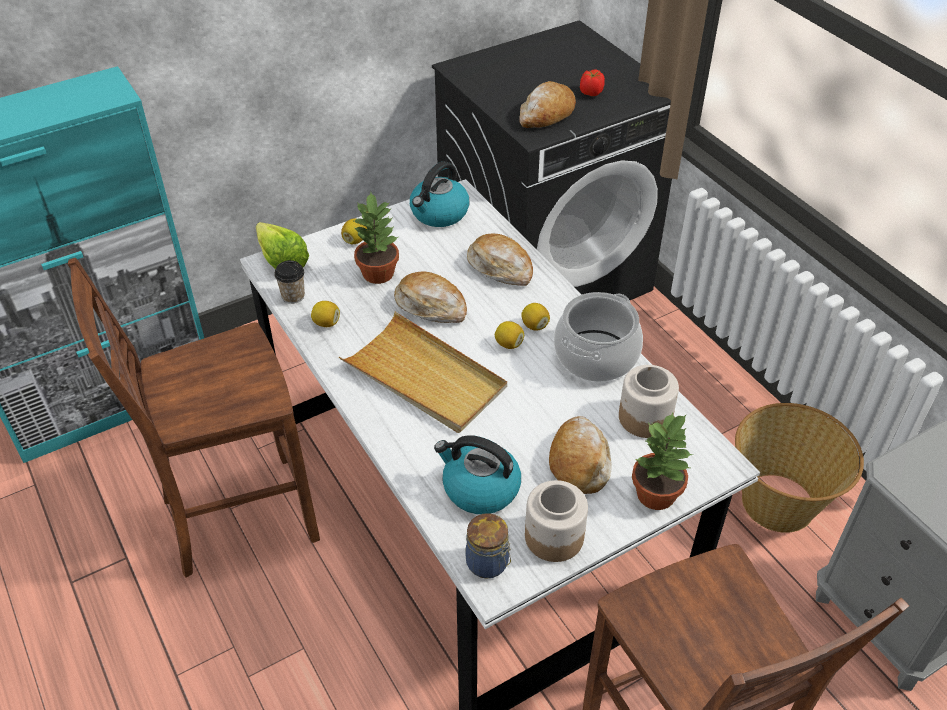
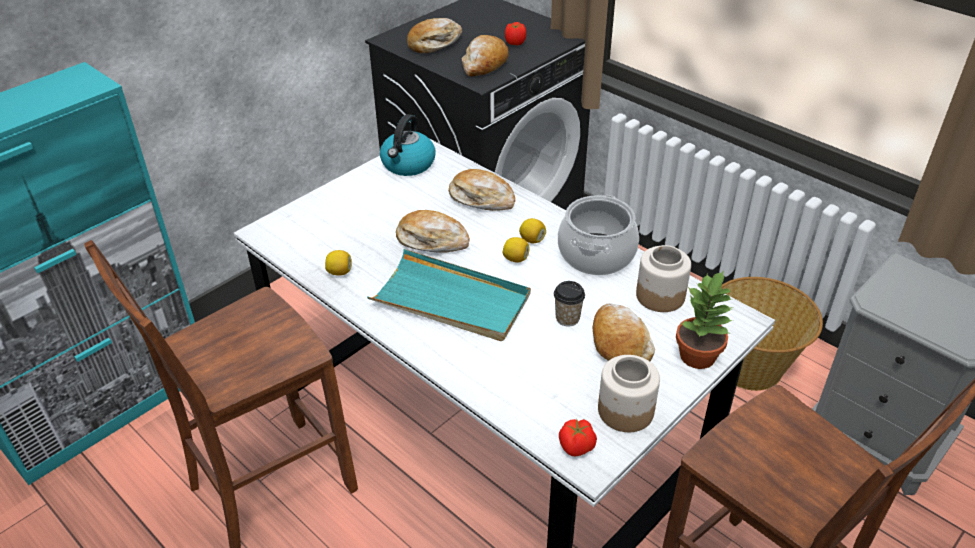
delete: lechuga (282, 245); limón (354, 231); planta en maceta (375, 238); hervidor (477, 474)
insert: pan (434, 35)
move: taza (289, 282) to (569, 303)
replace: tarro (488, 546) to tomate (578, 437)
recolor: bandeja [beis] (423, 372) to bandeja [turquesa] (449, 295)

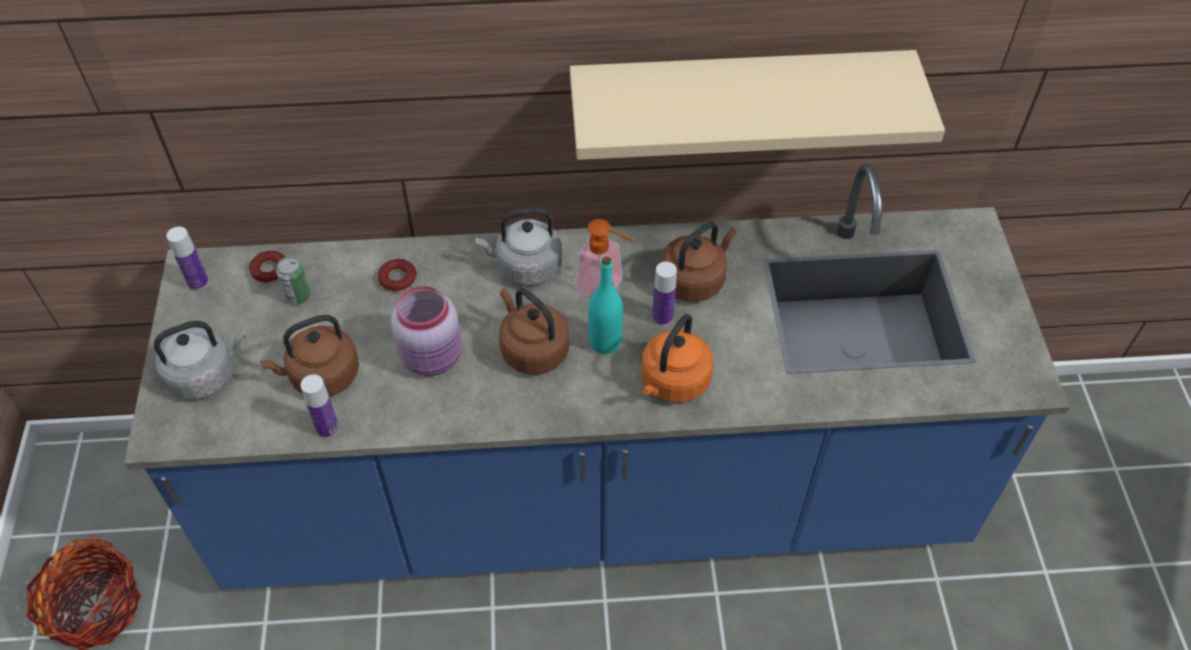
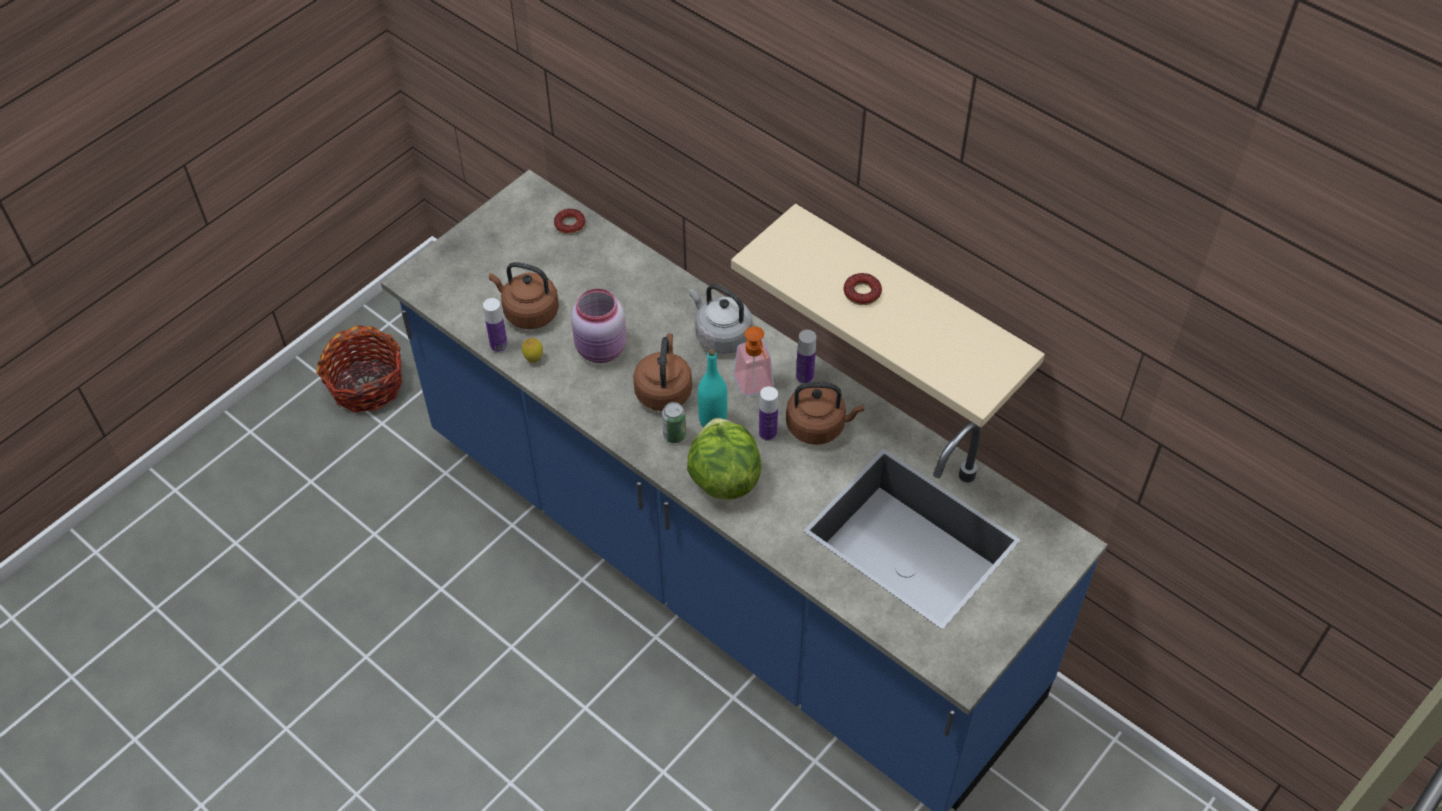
delete: hervidor [gris] (200, 360)
insert: limón (532, 350)
move: lata (293, 281) to (674, 422); botella (187, 259) to (806, 357); rosquilla (397, 275) to (863, 289)
replace: hervidor [naranja] (677, 358) to lechuga (724, 459)

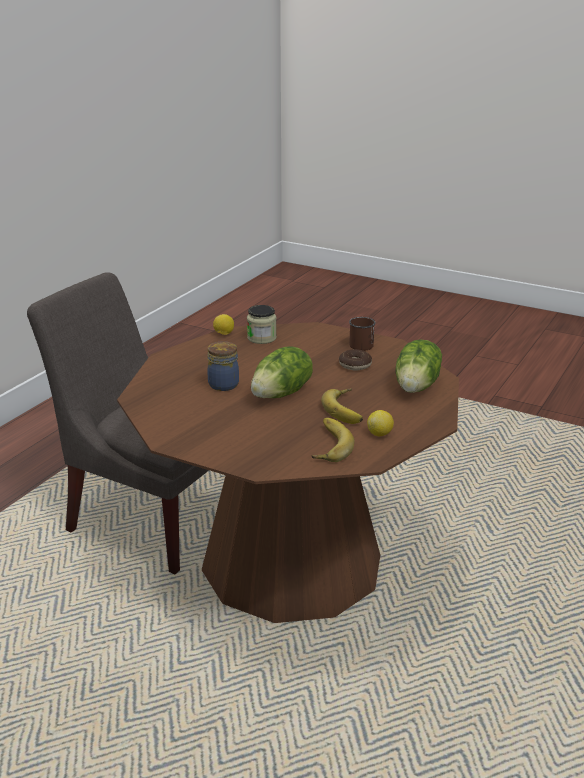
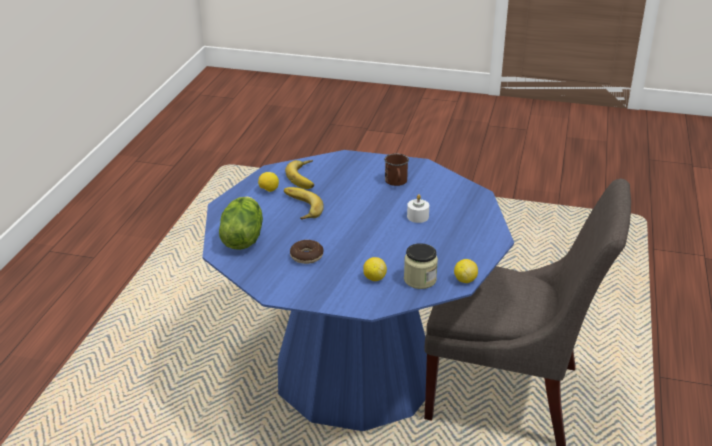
delete: lechuga (282, 372)
insert: limón (375, 269)
move: taza grande [marrón] (362, 334) to (396, 169)
replace: tarro (223, 366) to vela [blanco] (418, 208)
recolor: mesa de comedor [marrón] (288, 472) to mesa de comedor [azul] (358, 290)

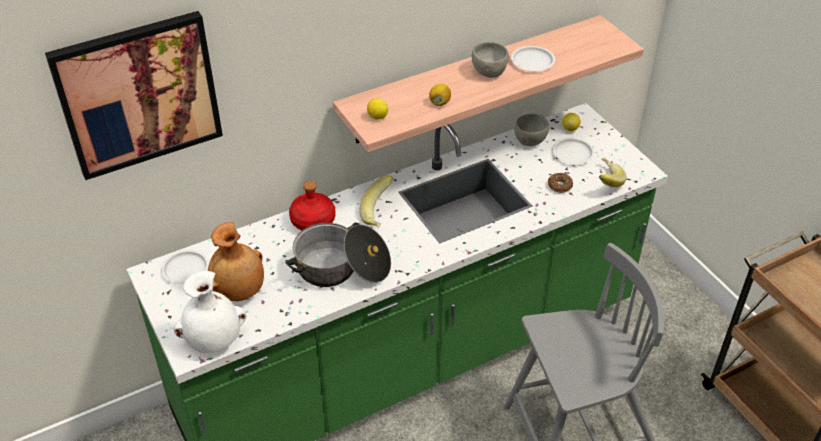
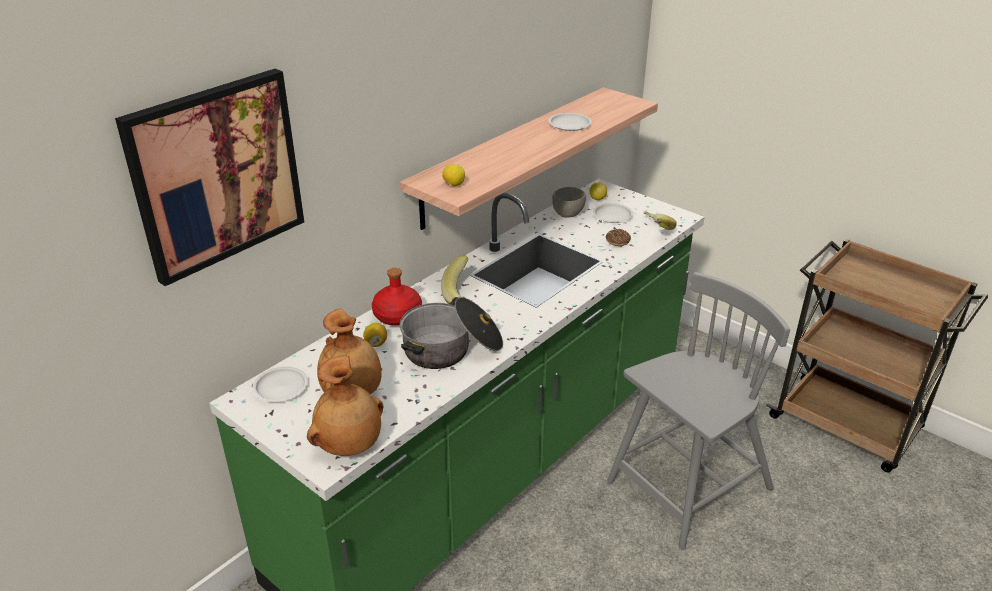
delete: cuenco [gris] (490, 60)
move: limón (440, 95) to (375, 335)
recolor: florero [blanco] (210, 312) to florero [marrón] (345, 406)

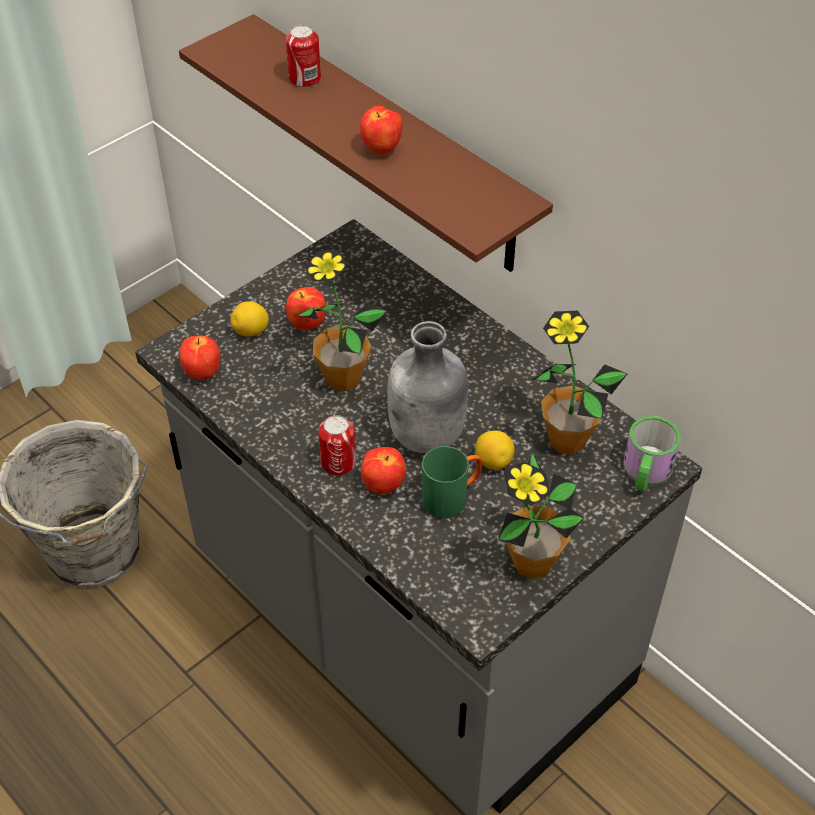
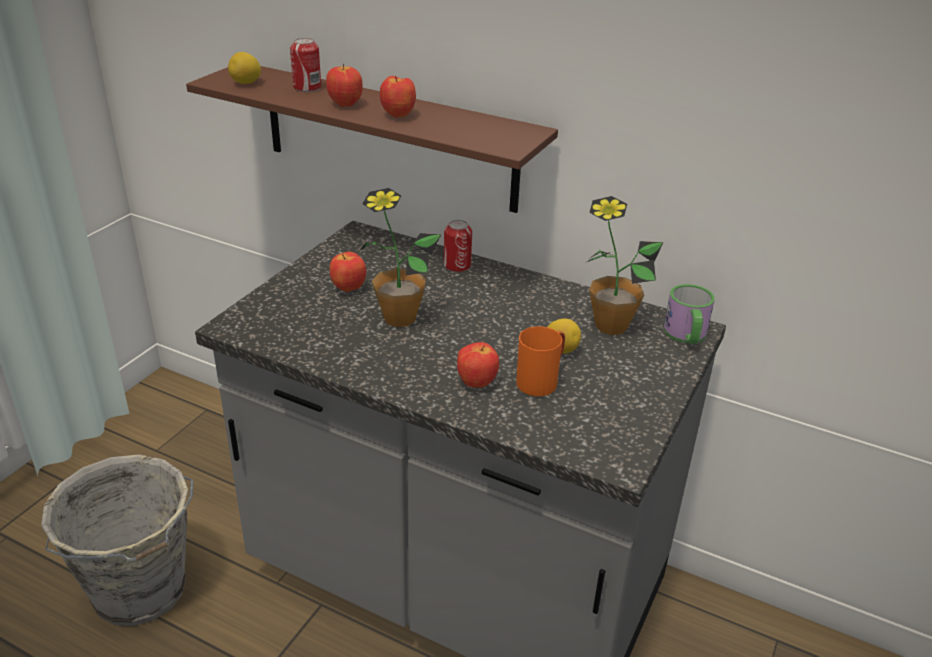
delete: botella [gris] (427, 387); planta en maceta (541, 516)
move: limón (249, 318) to (244, 68); manzana (199, 358) to (344, 85); lata (337, 445) to (458, 246)
recolor: taza grande [verde] (452, 482) to taza grande [naranja] (540, 361)

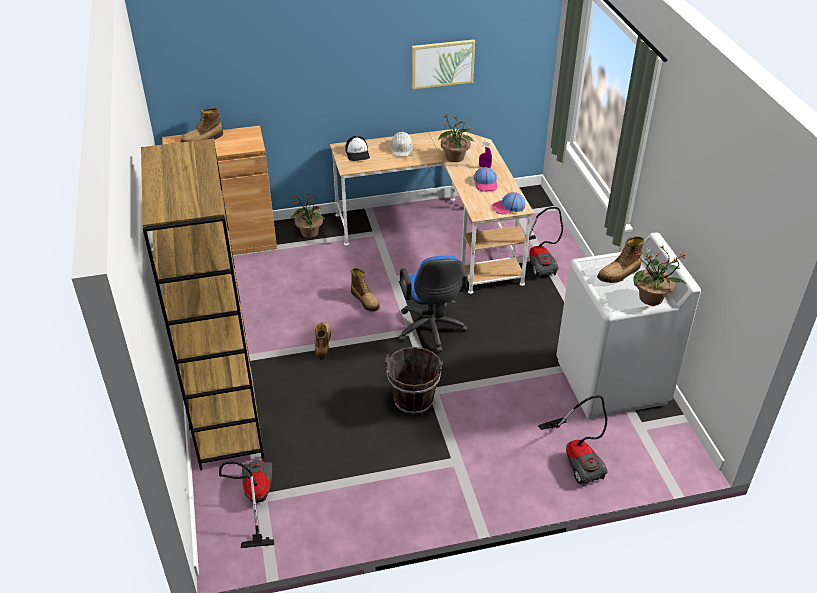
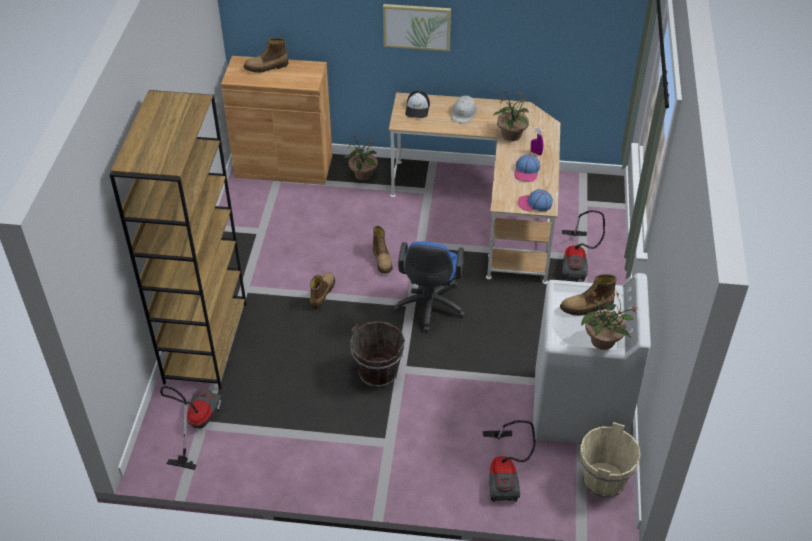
insert: cubo [beis] (610, 460)
move: cuadro (443, 65) to (417, 27)

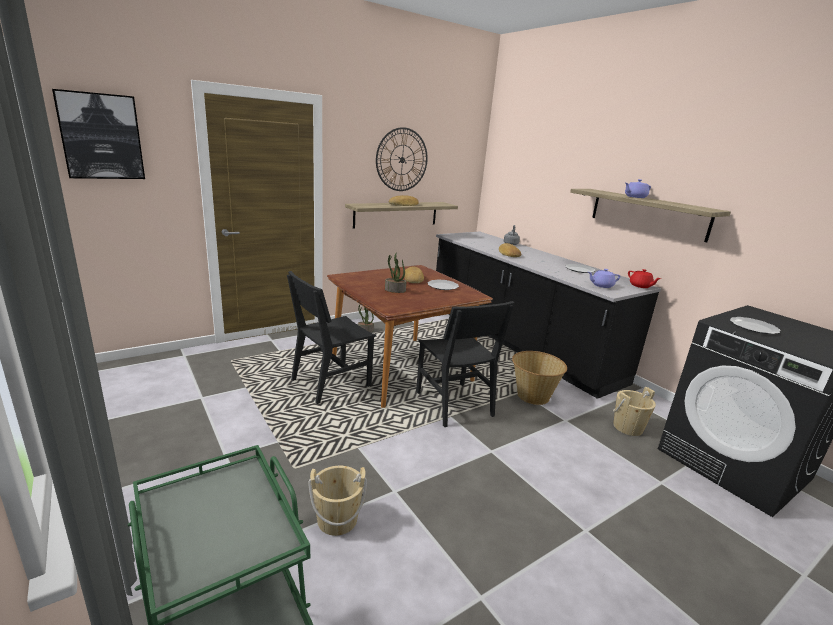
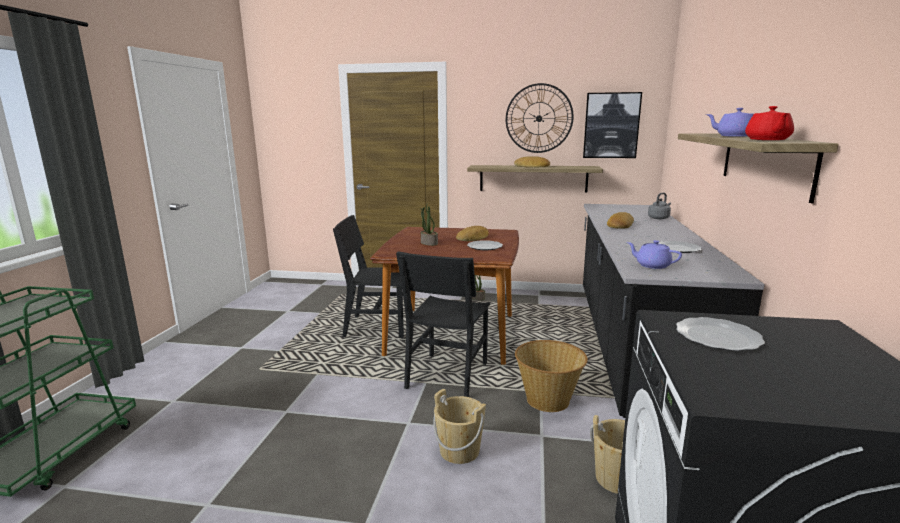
move: cubo [beis] (337, 501) to (460, 426); cuadro (98, 134) to (612, 125); tetera [rojo] (644, 278) to (769, 123)

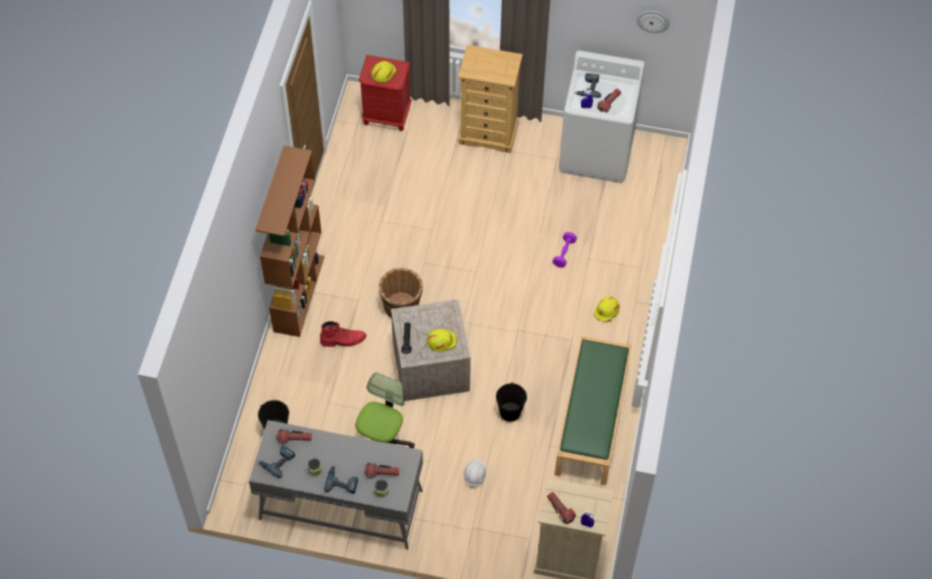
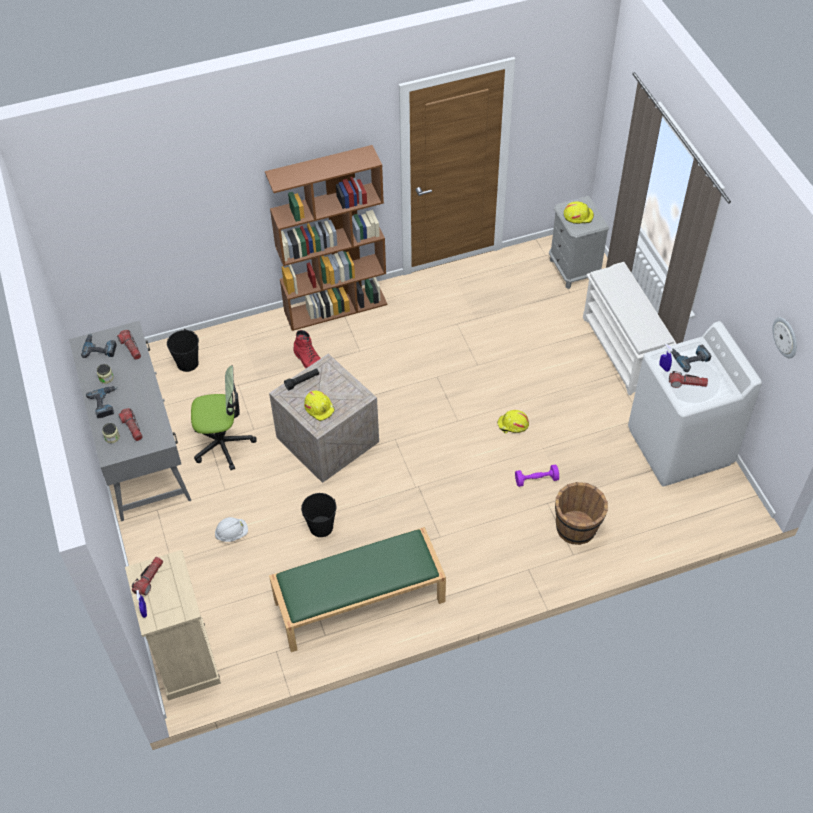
move: casco [amarillo] (607, 309) to (513, 421); cubo [marrón] (401, 292) to (581, 513)
replace: cómoda [beis] (490, 99) to zapatero [blanco] (630, 328)
recolor: mesita de noche [rojo] (385, 93) to mesita de noche [gris] (579, 242)

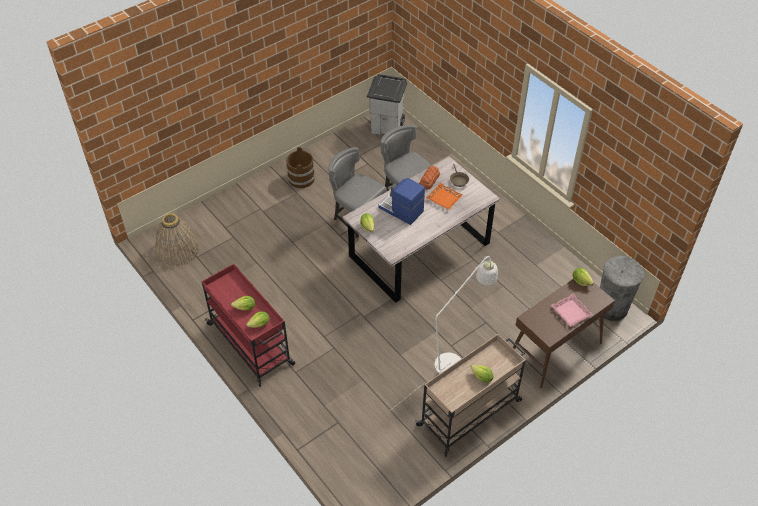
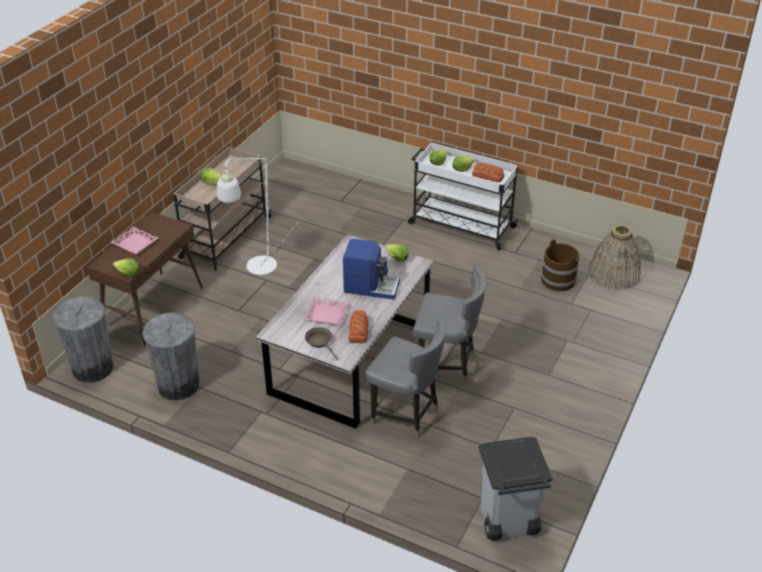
insert: papelera [gris] (171, 356); pan (488, 172)
move: cubo [marrón] (300, 167) to (560, 265)
recolor: bandeja [naranja] (444, 196) to bandeja [rosa] (326, 311); carrito [rojo] (248, 325) to carrito [blanco] (463, 196)

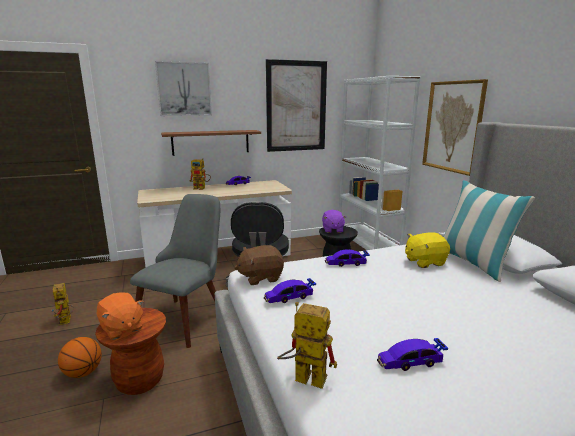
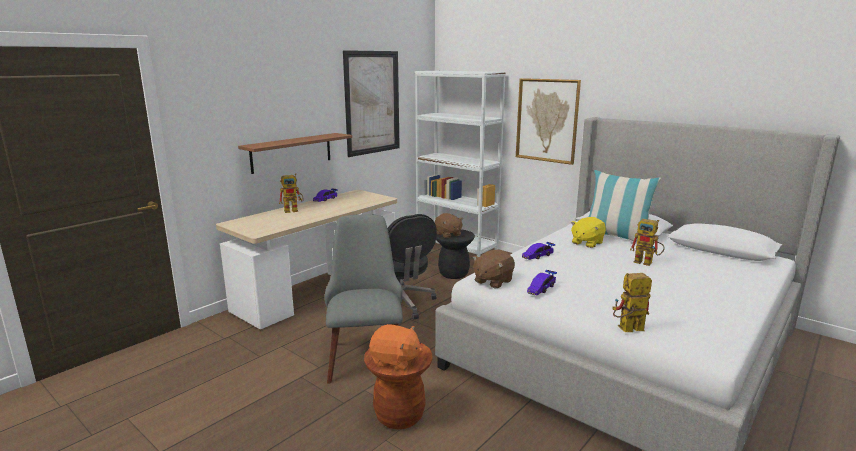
delete: balón de baloncesto (80, 357); cuadro (183, 88); coche de juguete (412, 354)
move: robot de juguete (63, 304) to (647, 242)
recolor: peluche [morado] (334, 221) to peluche [marrón] (449, 225)

